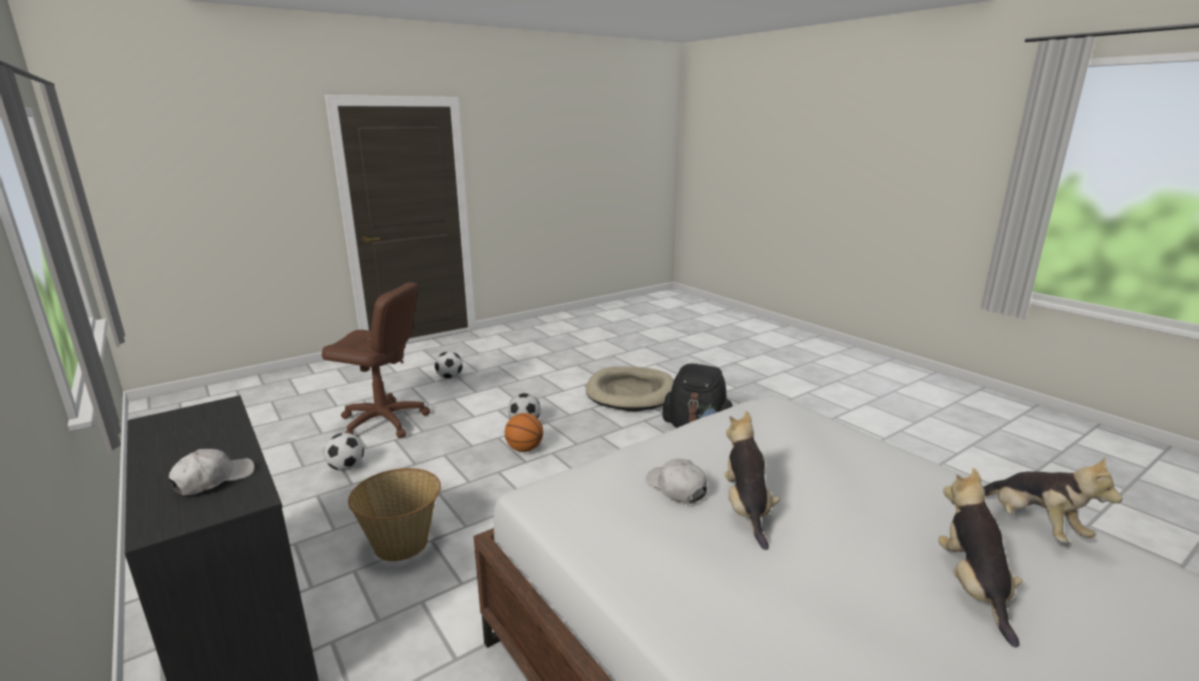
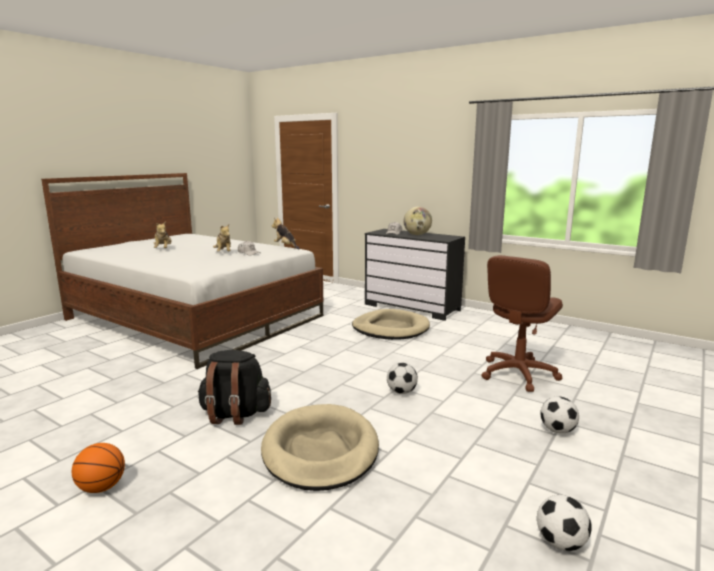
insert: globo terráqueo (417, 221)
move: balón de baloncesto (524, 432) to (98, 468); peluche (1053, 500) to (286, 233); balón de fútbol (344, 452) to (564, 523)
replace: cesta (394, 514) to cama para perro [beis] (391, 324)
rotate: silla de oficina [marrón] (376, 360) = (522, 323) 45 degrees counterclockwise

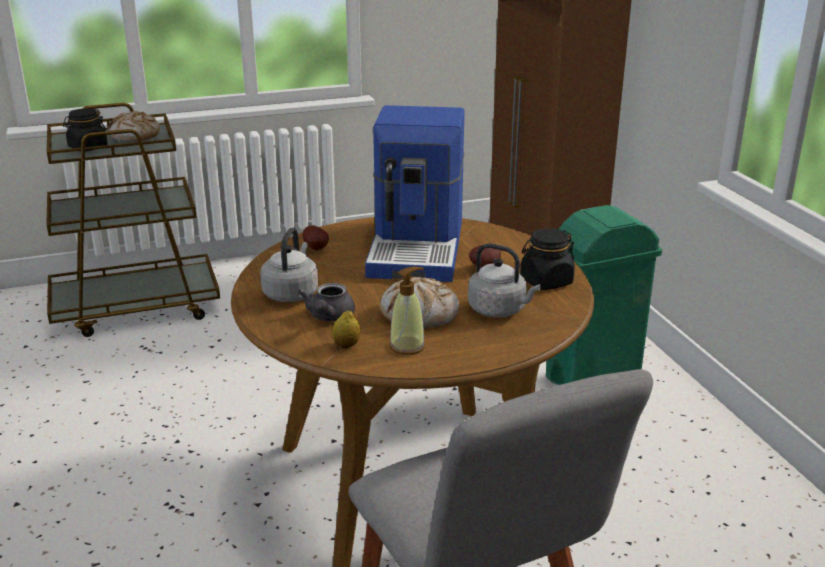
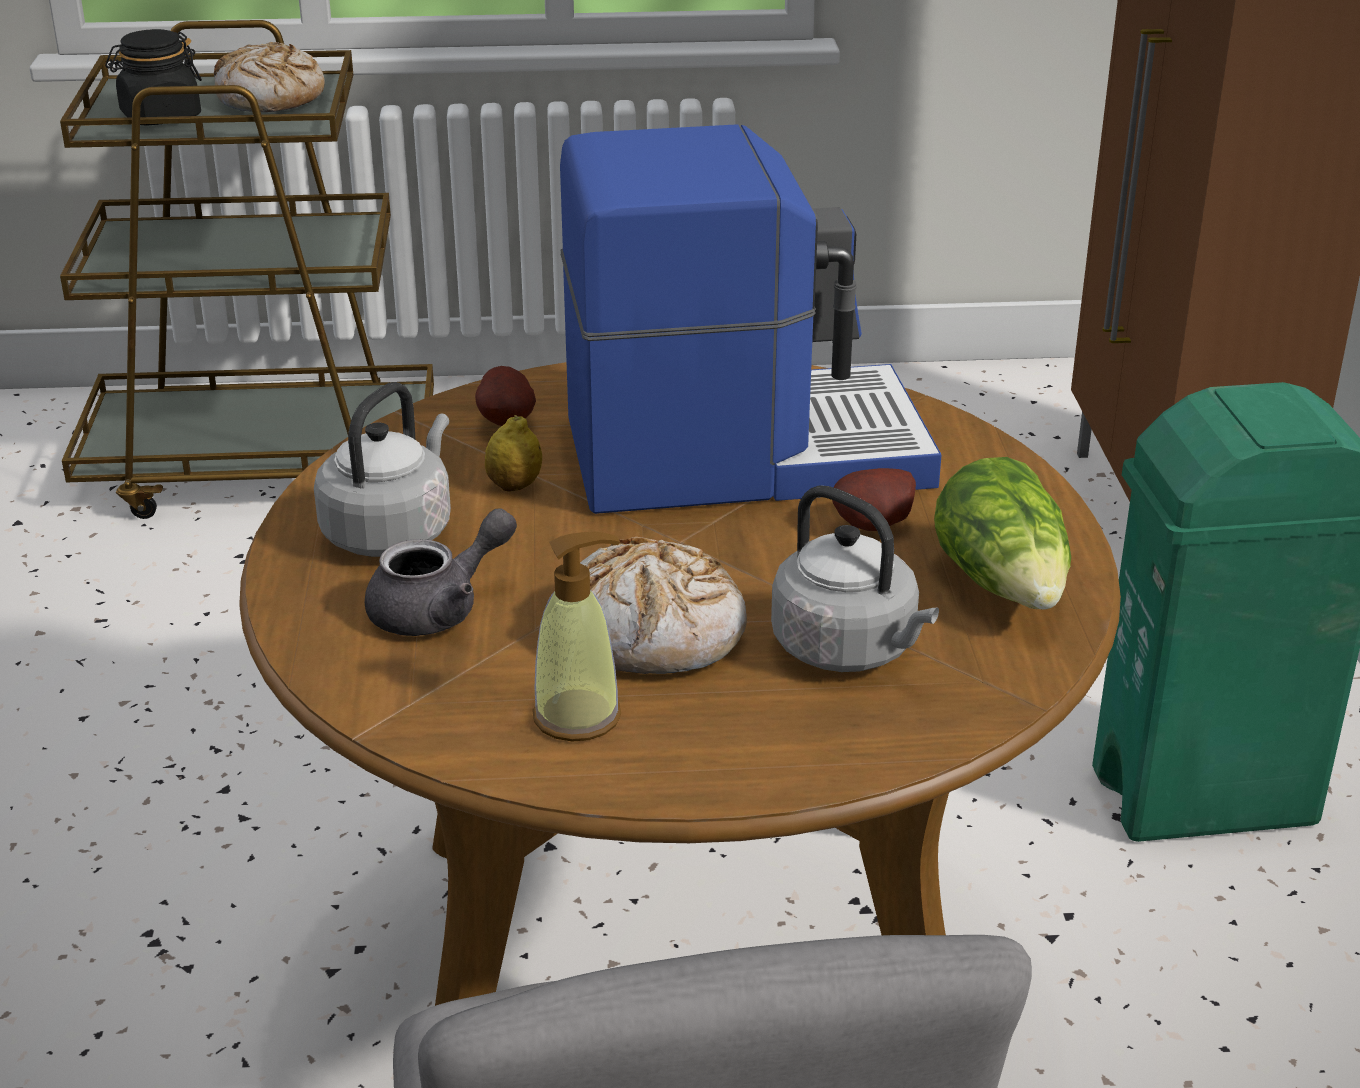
move: limón (346, 329) to (513, 453)
replace: tarro [negro] (547, 259) to lechuga (1002, 533)
rotate: tetera [gris] (326, 302) = (441, 572) 150 degrees counterclockwise; cafetera (415, 193) = (750, 319) 120 degrees counterclockwise

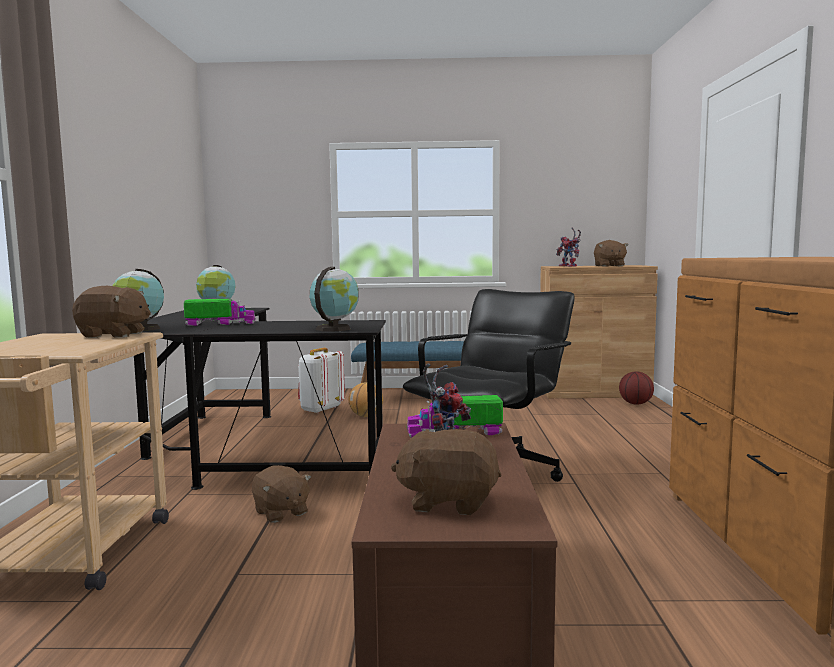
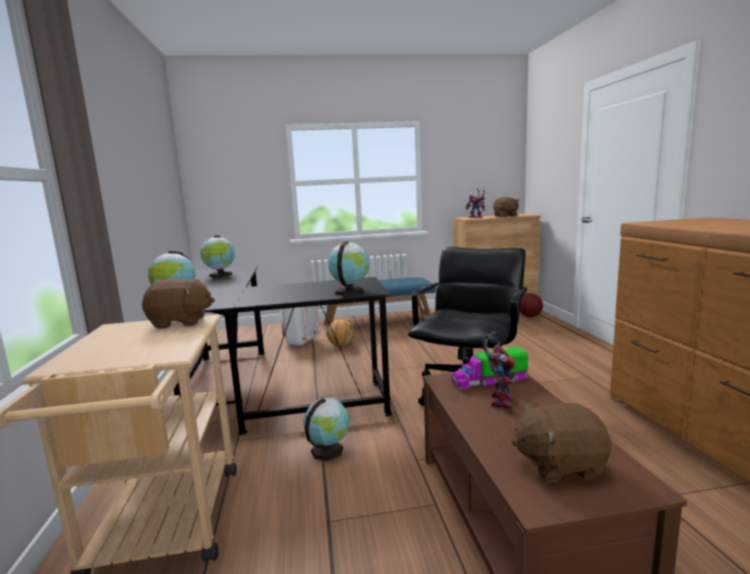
delete: camión de juguete (220, 312)
replace: peluche [marrón] (282, 494) to globo terráqueo (326, 429)

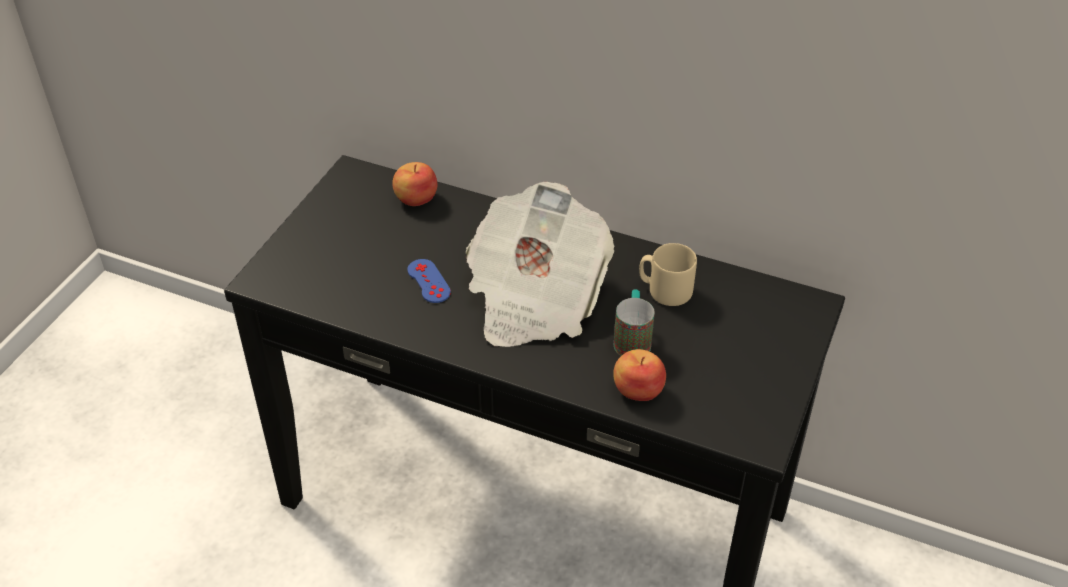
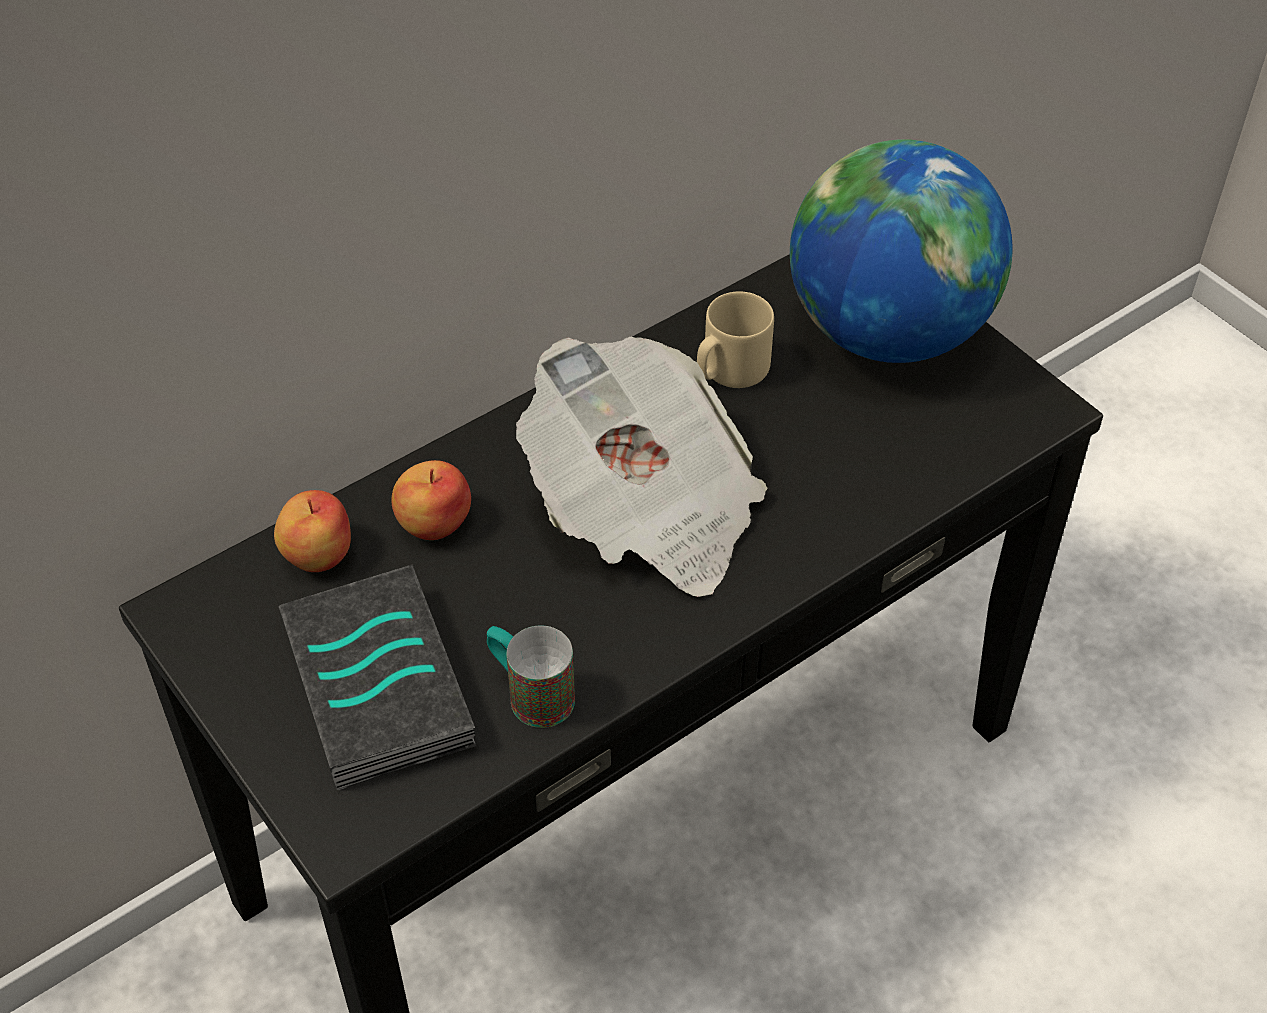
delete: mando de consola [azul] (429, 281)
insert: libro (377, 677); globo terráqueo (901, 251)
move: manzana (639, 375) to (431, 500); taza grande (634, 322) to (531, 676)

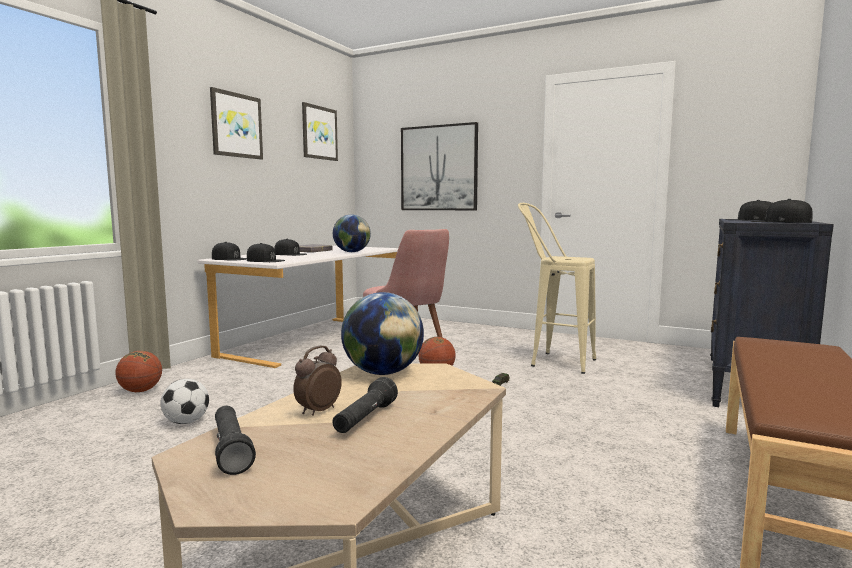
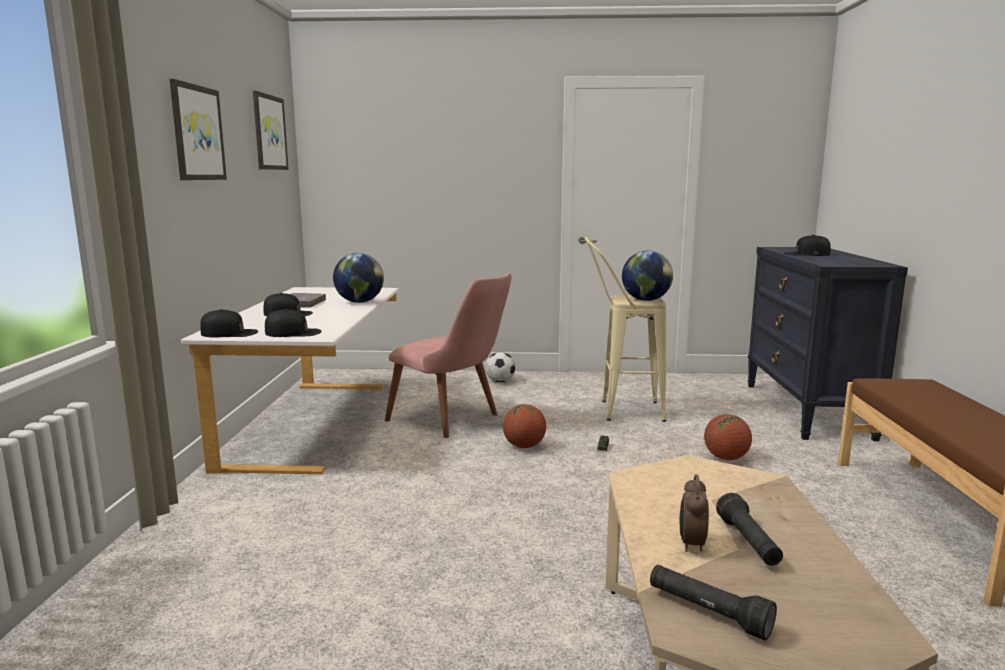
delete: cuadro (439, 166); gorra [negro] (782, 211)
move: balón de fútbol (185, 401) to (500, 367); globo terráqueo (382, 333) to (647, 275); balón de baloncesto (138, 371) to (728, 437)

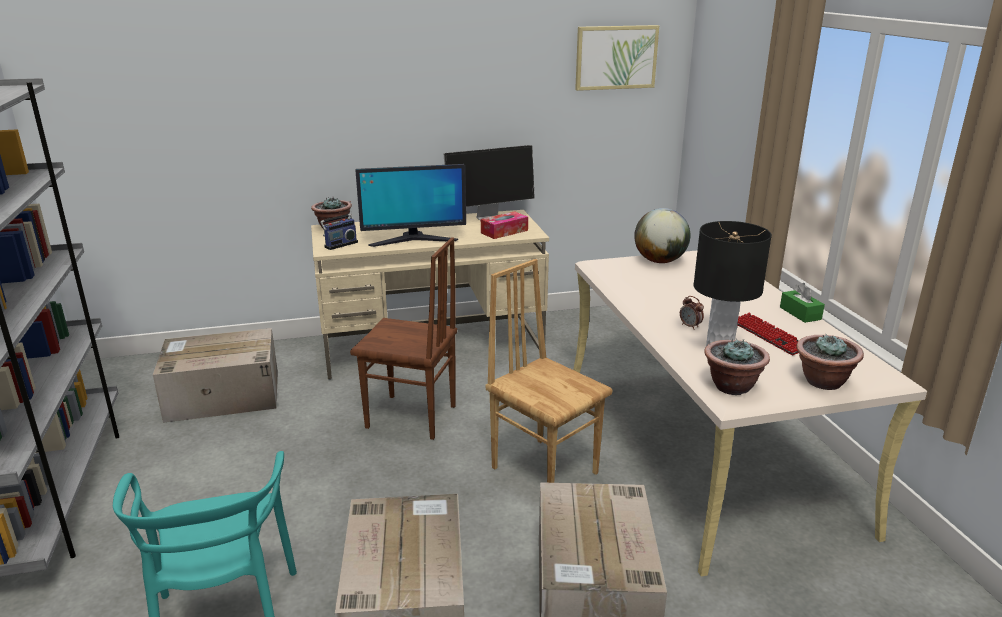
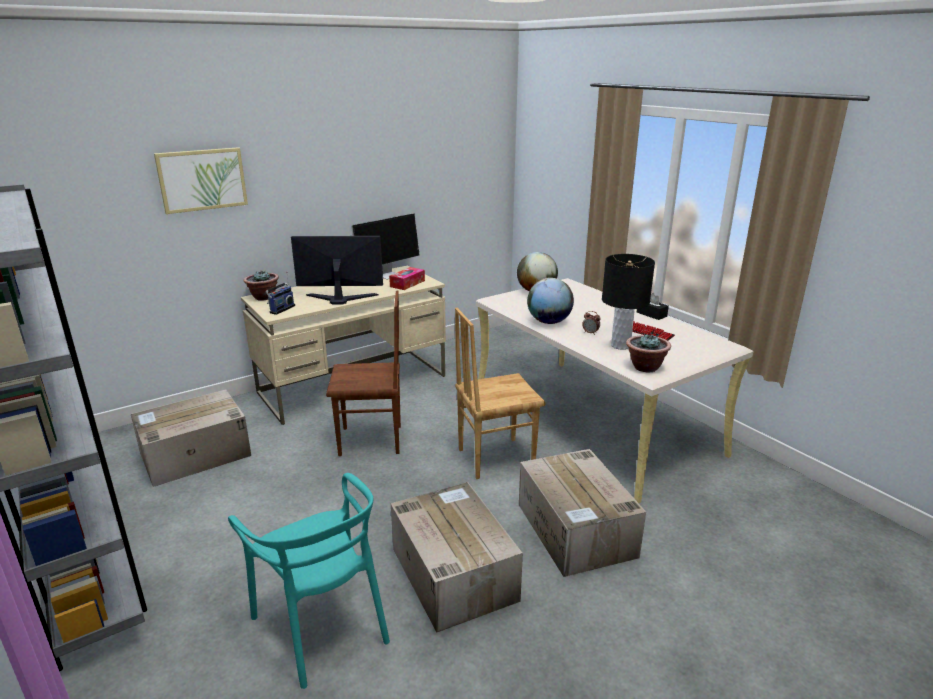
delete: planta en maceta (830, 361)
insert: globo terráqueo (550, 301)
move: cuadro (617, 58) to (201, 180)
recolor: caja de pañuelos [verde] (802, 303) to caja de pañuelos [negro] (653, 306)
rotate: monitor (410, 205) = (337, 270) 150 degrees counterclockwise; silla [marrón] (549, 371) = (500, 393) 45 degrees counterclockwise

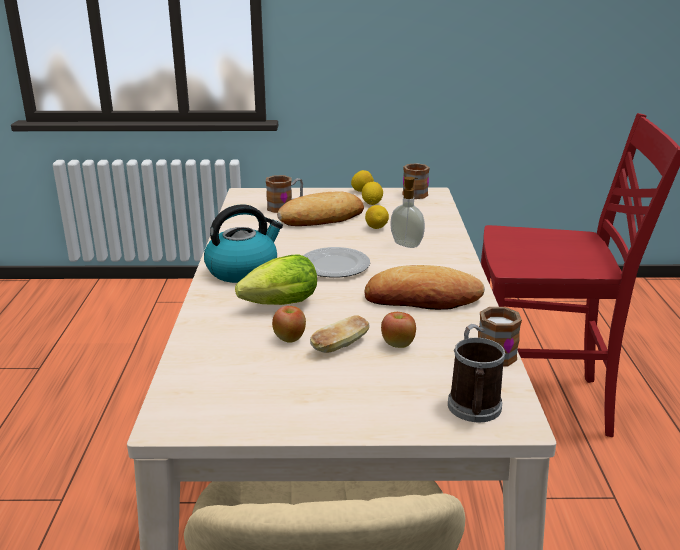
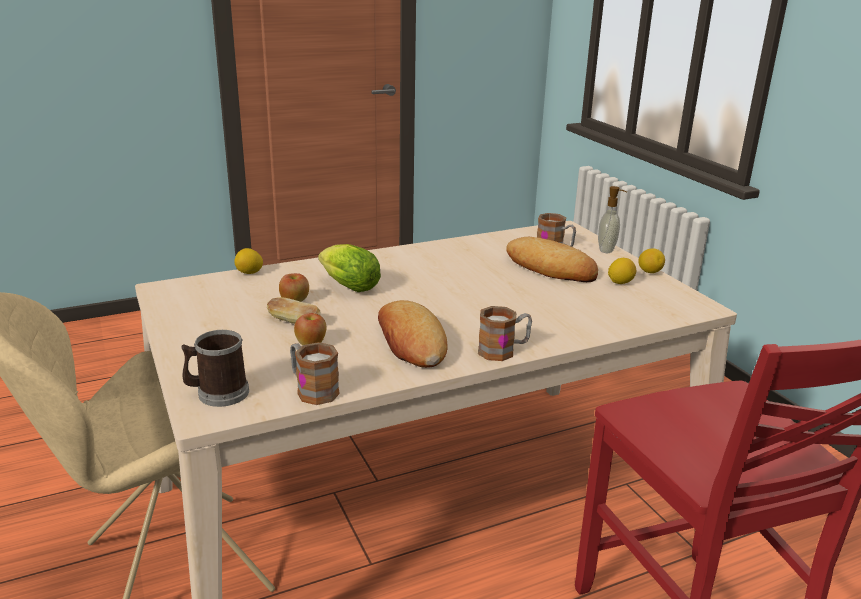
delete: hervidor (243, 243); plato (336, 262)
move: limón (377, 217) to (248, 261); taza grande (416, 181) to (505, 333); dispensador de jabón (407, 212) to (612, 219)

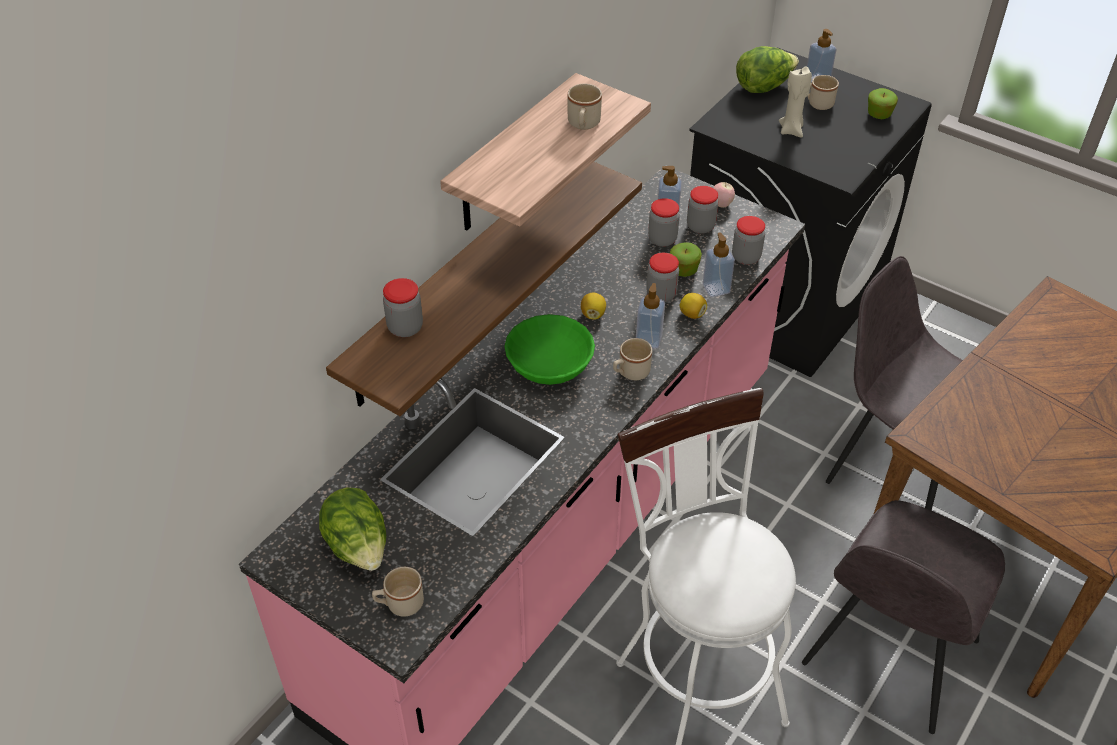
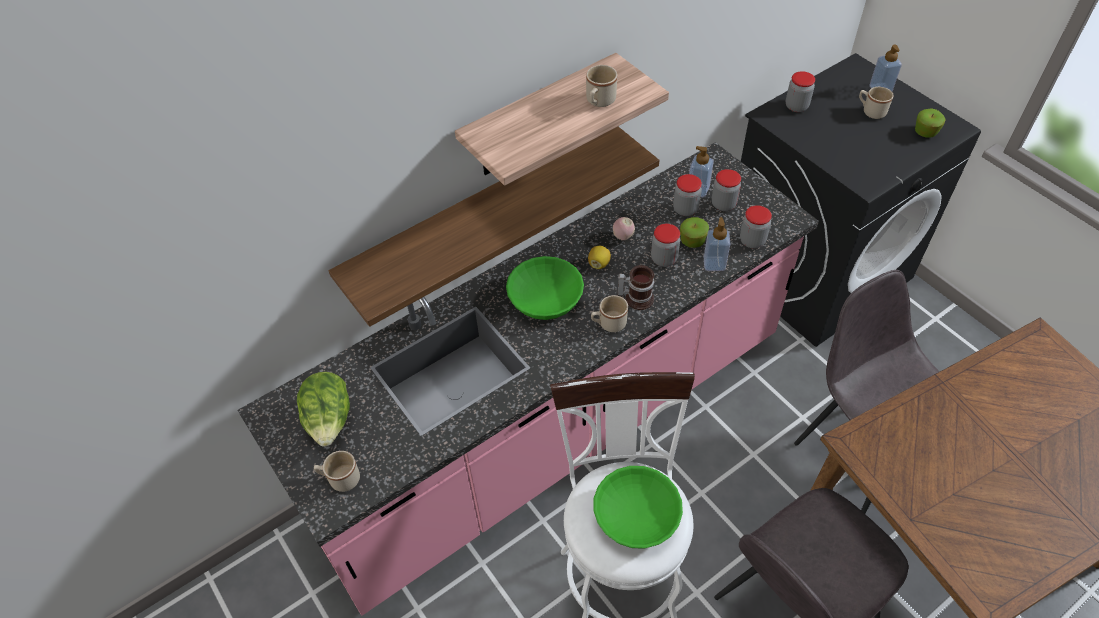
delete: limón (693, 306); lechuga (767, 69); vela [beis] (795, 102)
insert: cuenco [verde] (638, 507)
move: manzana (724, 195) to (624, 228); tarro (403, 307) to (800, 91)
replace: dispensador de jabón (650, 316) to taza grande (636, 287)

